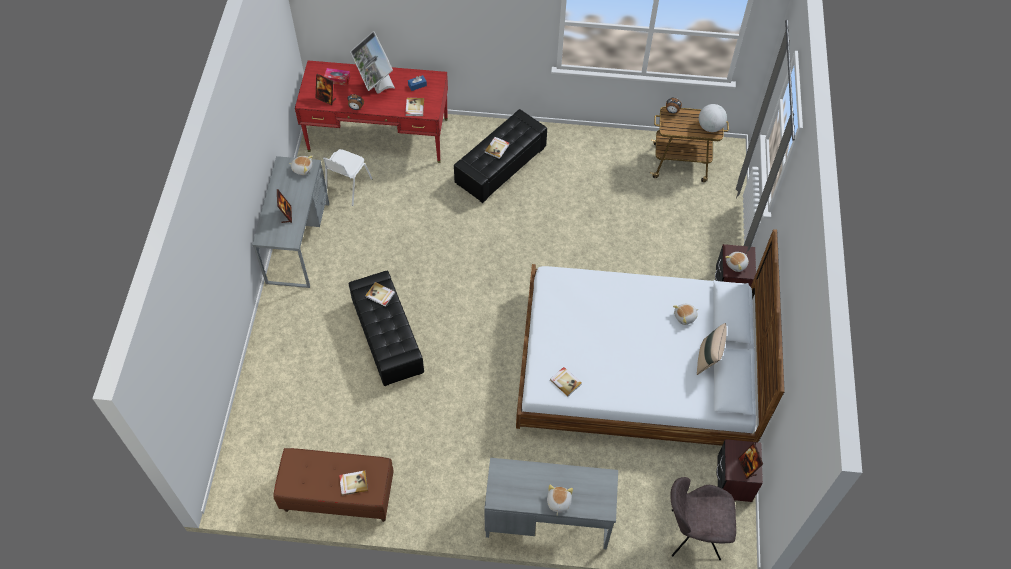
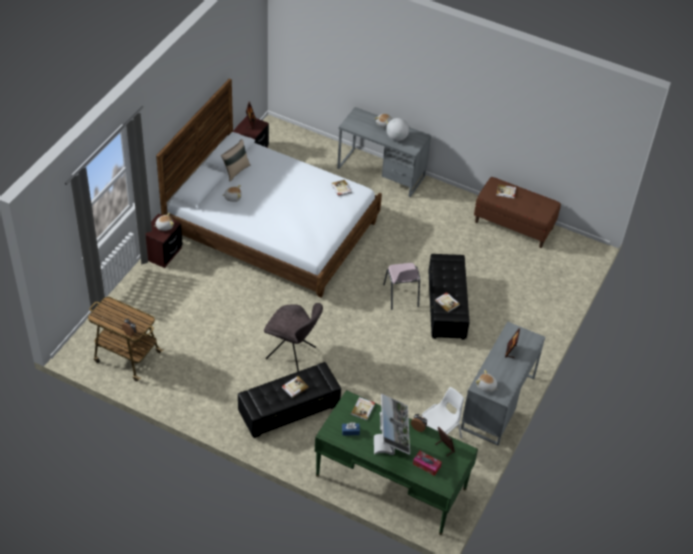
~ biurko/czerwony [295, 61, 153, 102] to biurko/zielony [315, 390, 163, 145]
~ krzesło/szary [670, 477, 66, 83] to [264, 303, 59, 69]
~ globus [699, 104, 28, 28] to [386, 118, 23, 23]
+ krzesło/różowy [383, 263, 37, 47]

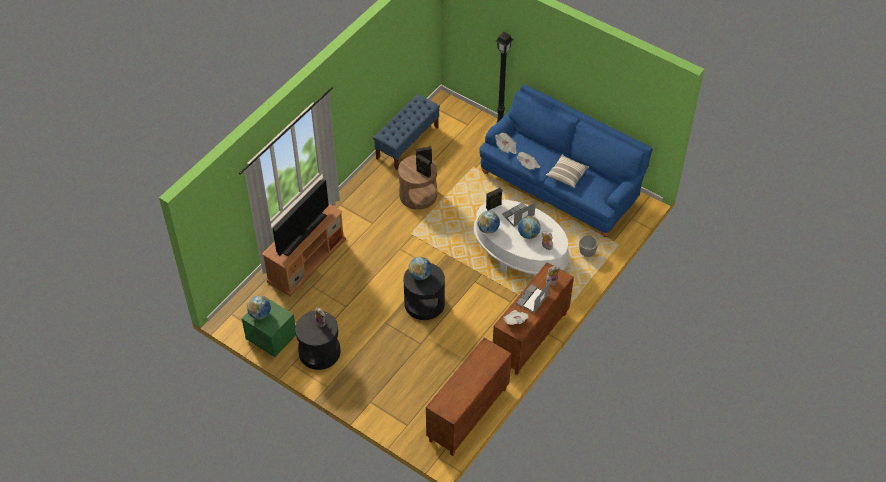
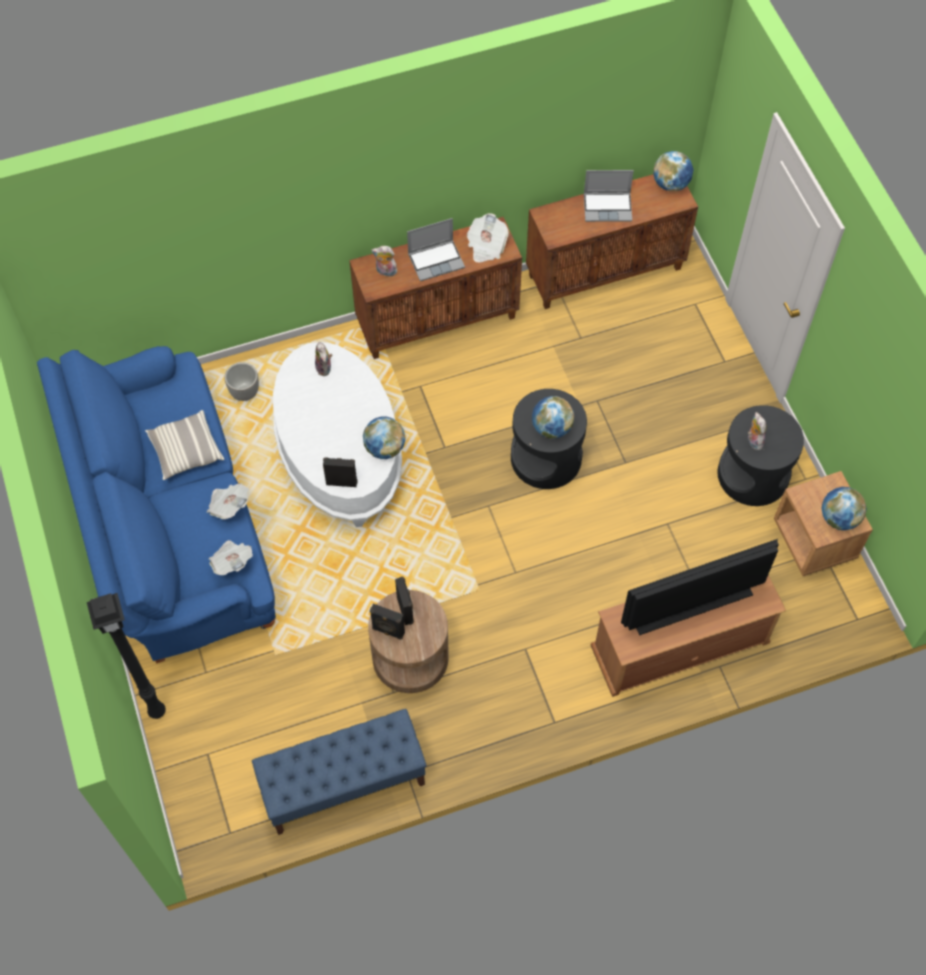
~ szafka nocna/zielony [241, 296, 55, 61] to szafka nocna/brązowy [774, 471, 99, 105]
~ laptop [502, 202, 34, 25] to [584, 170, 50, 52]
~ globus [518, 216, 23, 23] to [653, 151, 41, 40]

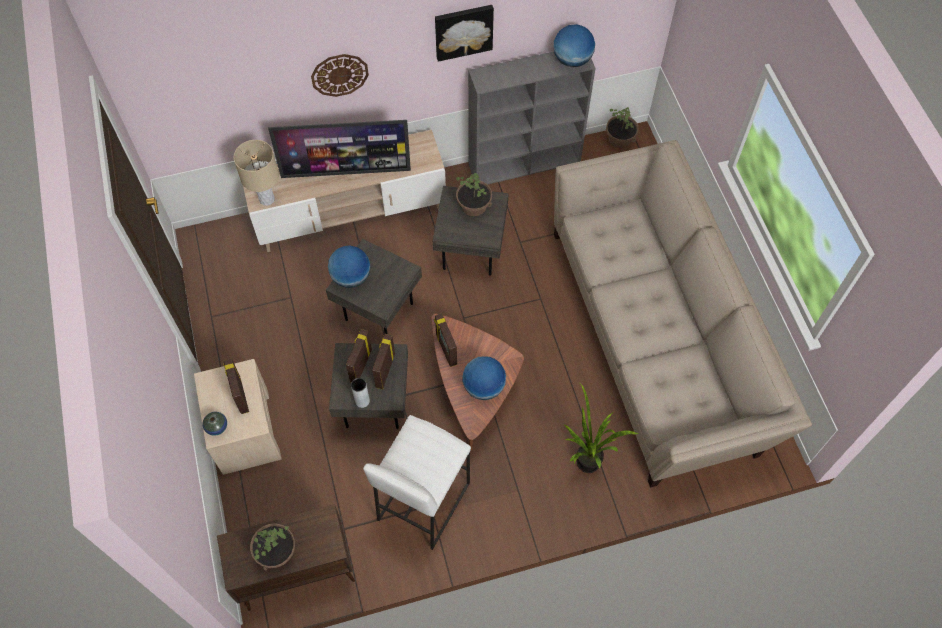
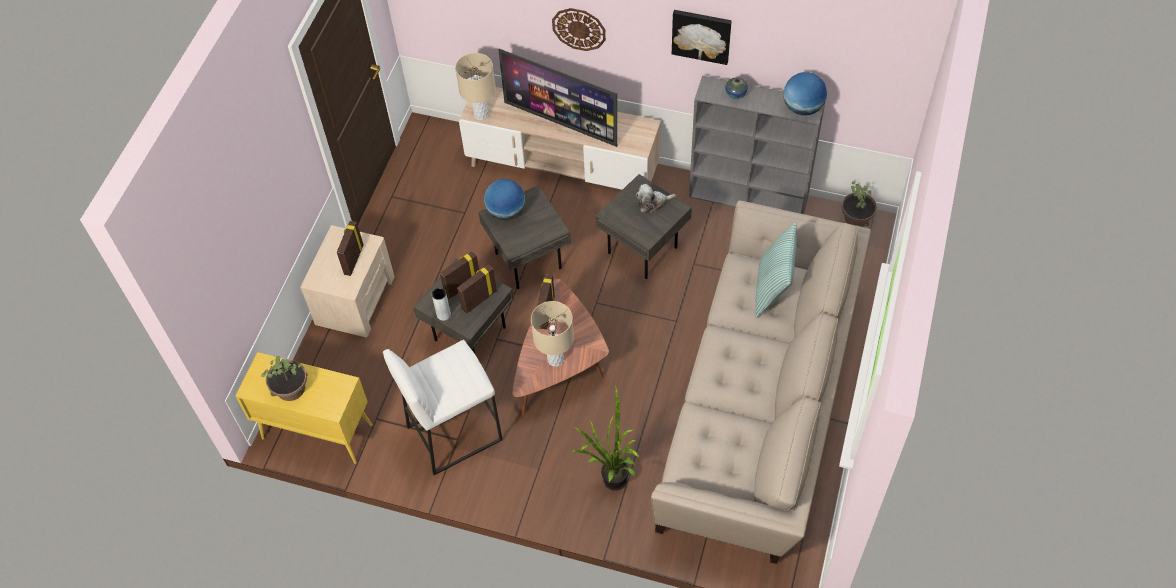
~ wazon [203, 412, 24, 24] to [725, 77, 23, 22]
~ szafka/brązowy [217, 504, 138, 107] to szafka/żółty [236, 352, 137, 112]
~ roślina doniczkowa [456, 173, 36, 43] to pluszak [636, 184, 40, 29]
~ globus [462, 357, 44, 43] to lampa stołowa/beżowy [531, 301, 43, 66]
+ poduszka [756, 222, 41, 96]

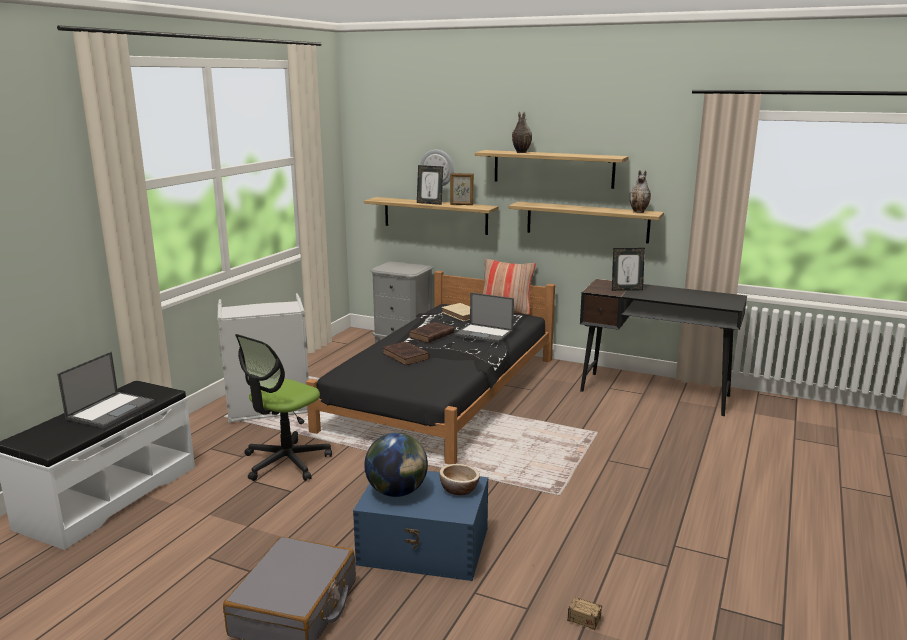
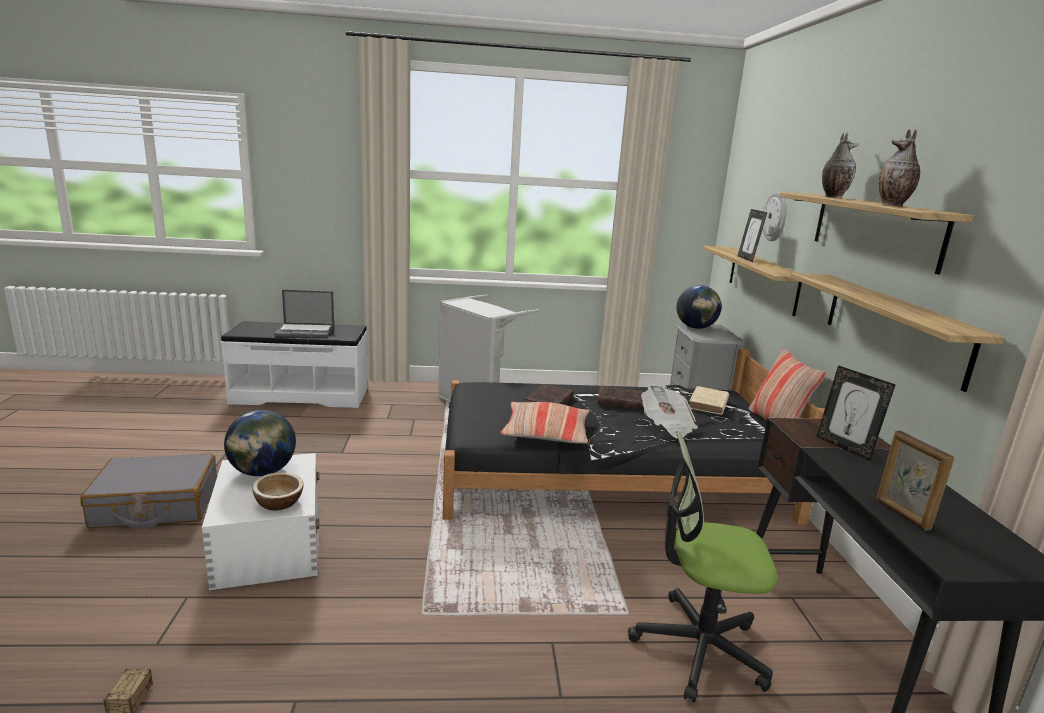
~ krzesło biurowe [235, 334, 97, 147] to [628, 431, 150, 272]
~ pojemnik do przechowywania/niebieski [353, 471, 135, 110] to pojemnik do przechowywania/biały [202, 453, 117, 137]
~ ramka na zdjęcie [450, 173, 24, 32] to [876, 431, 78, 100]
~ laptop [455, 292, 59, 51] to gazeta [641, 384, 57, 55]
~ wazon [629, 170, 22, 43] to [879, 129, 41, 78]
+ poduszka [500, 402, 90, 42]
+ globus [676, 285, 46, 44]

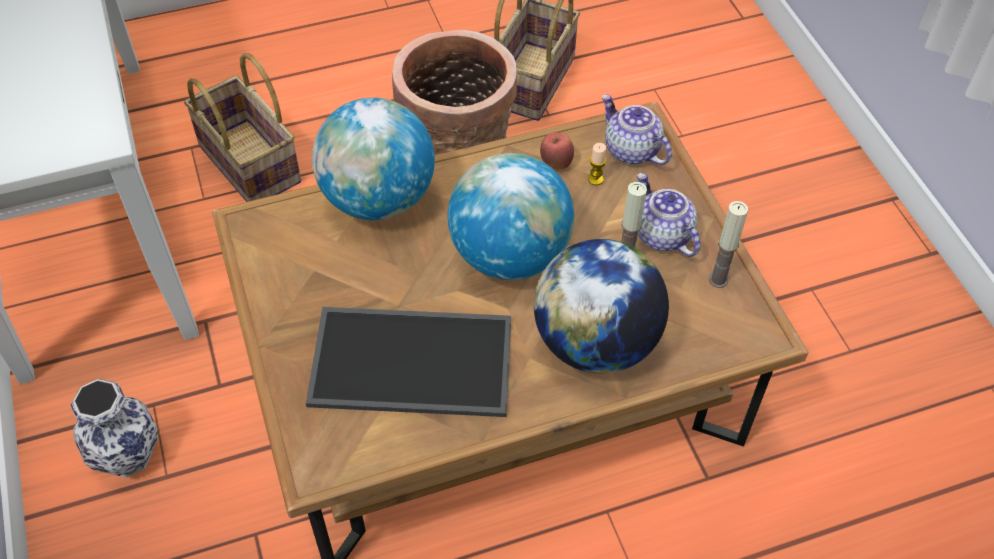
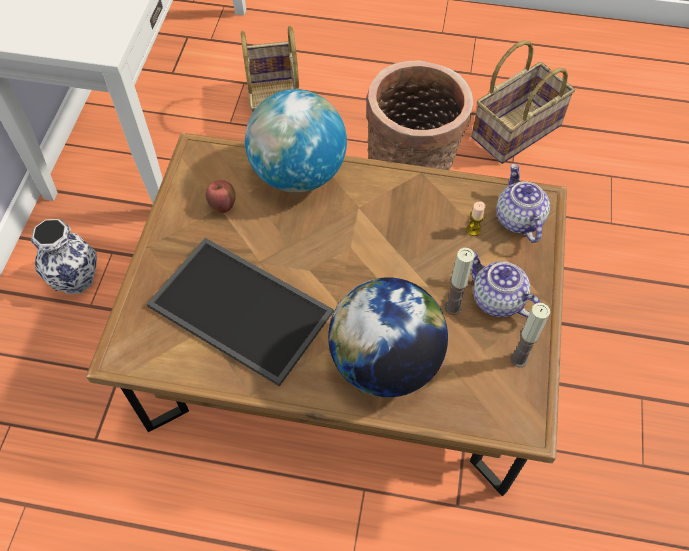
- globus [448, 153, 126, 127]
~ jabłko [540, 132, 34, 38] to [206, 180, 30, 33]
~ imbryk [637, 173, 64, 84] = [471, 251, 70, 67] 45 degrees counterclockwise

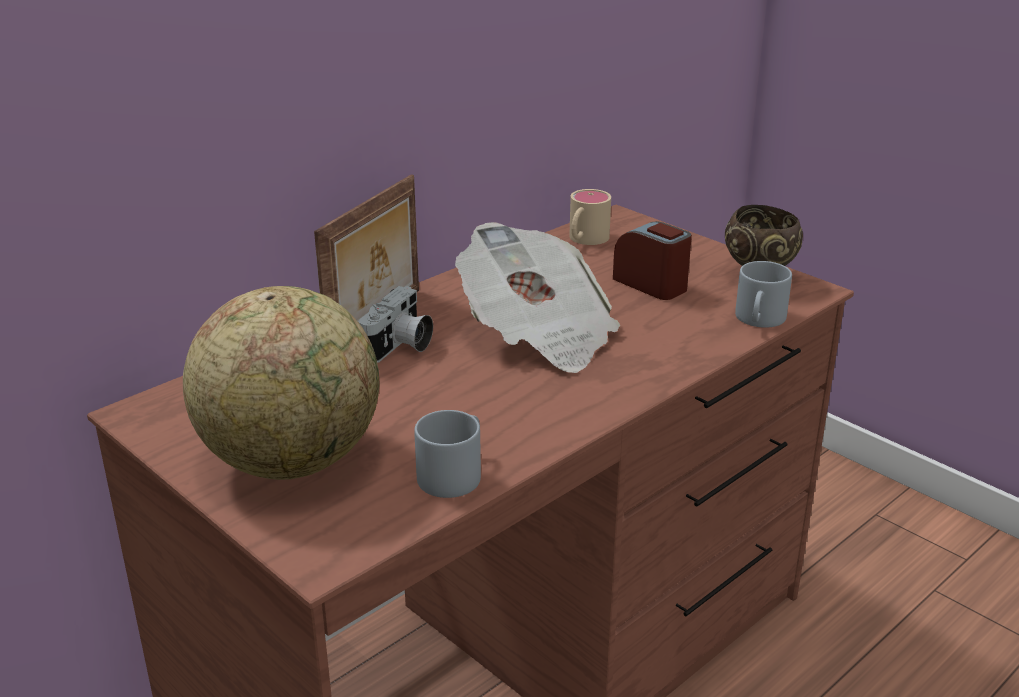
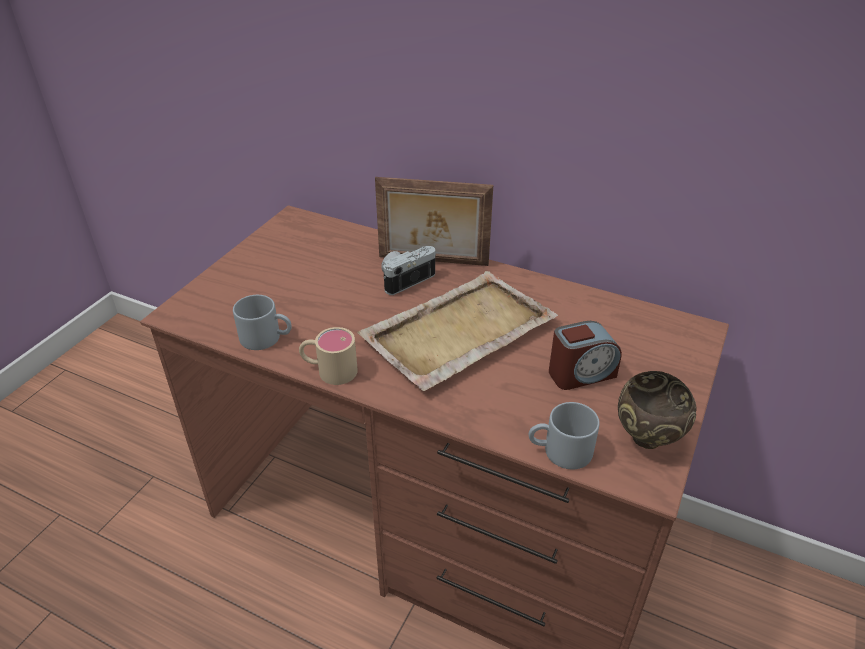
- globus [183, 286, 196, 194]
~ aparat fotograficzny [359, 286, 74, 77] = [381, 246, 55, 49] 135 degrees clockwise
~ gazeta [455, 222, 165, 151] to taca/beżowy [357, 271, 201, 120]
~ kubek/beżowy [569, 189, 42, 56] to [299, 327, 59, 58]
~ budzik [613, 221, 79, 79] = [549, 321, 73, 69] 45 degrees clockwise

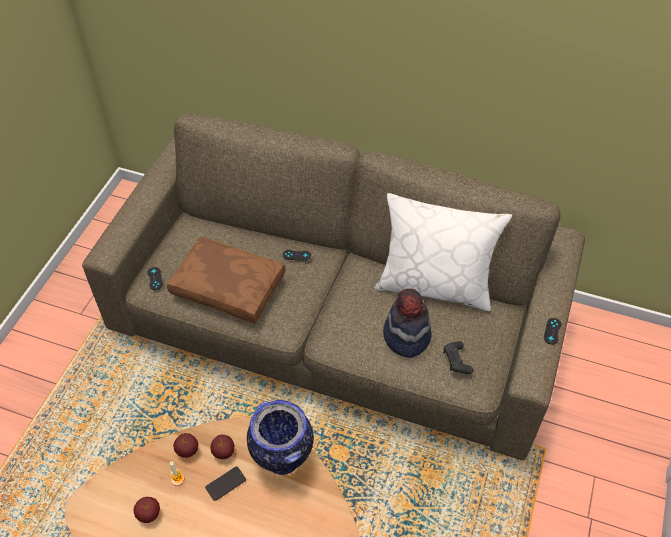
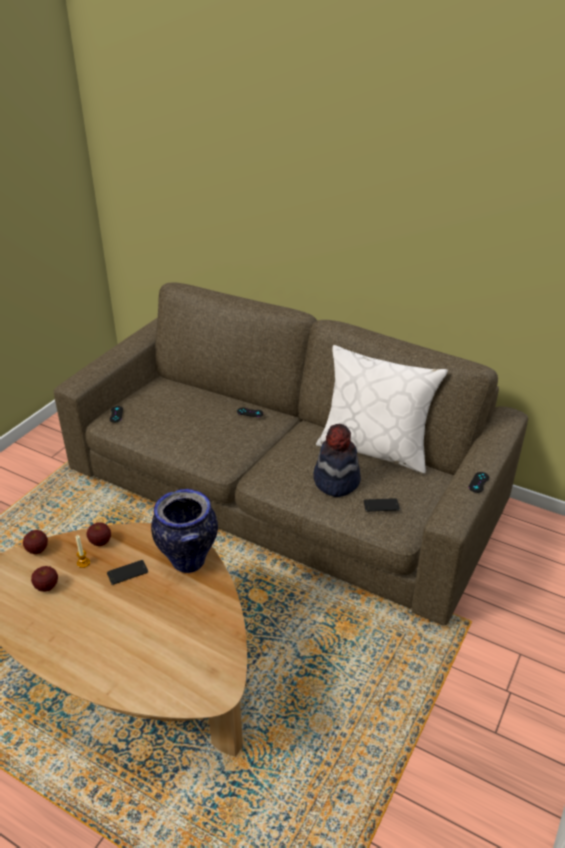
- poduszka/brązowy [167, 236, 119, 87]
~ jabłko [210, 435, 25, 24] to [23, 530, 25, 24]
~ pad do gier/czarny [443, 341, 31, 33] to telefon [364, 498, 36, 14]

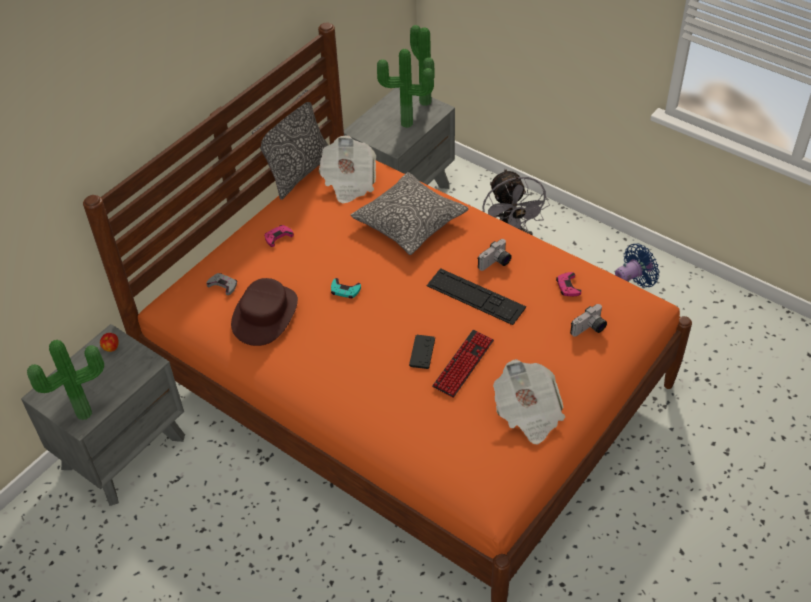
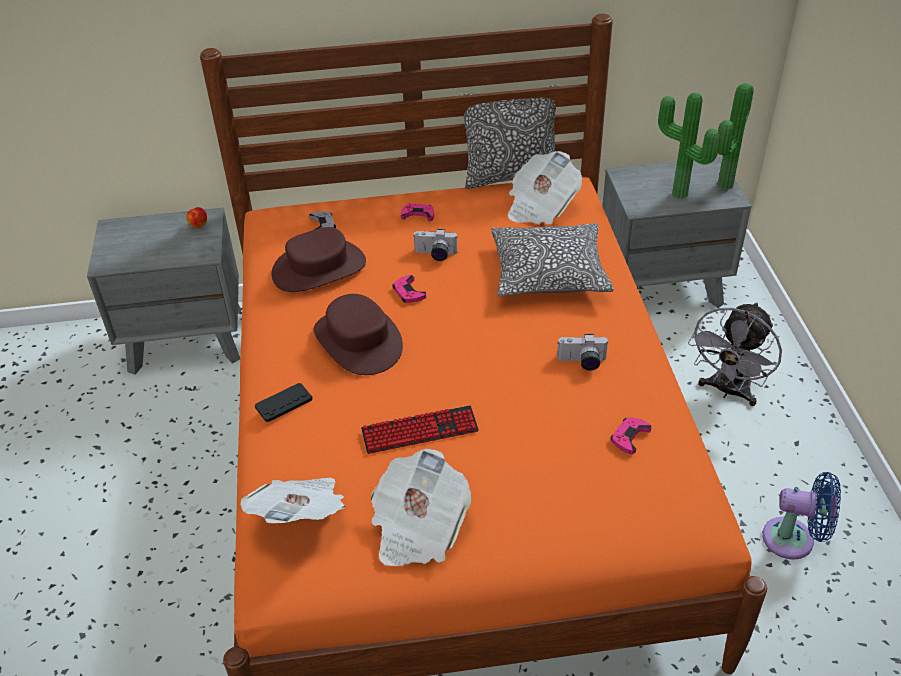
- roślina doniczkowa [27, 340, 77, 80]
~ pad do gier/turkusowy [331, 278, 30, 21] to pad do gier/różowy [392, 275, 34, 28]
~ pad do gier/czarny [409, 335, 26, 34] to [255, 383, 58, 39]
- klawiatura [427, 268, 99, 57]
~ aparat fotograficzny [570, 304, 37, 32] to [413, 229, 45, 32]
+ gazeta [240, 477, 105, 46]
+ kapelusz/brązowy [314, 294, 89, 81]

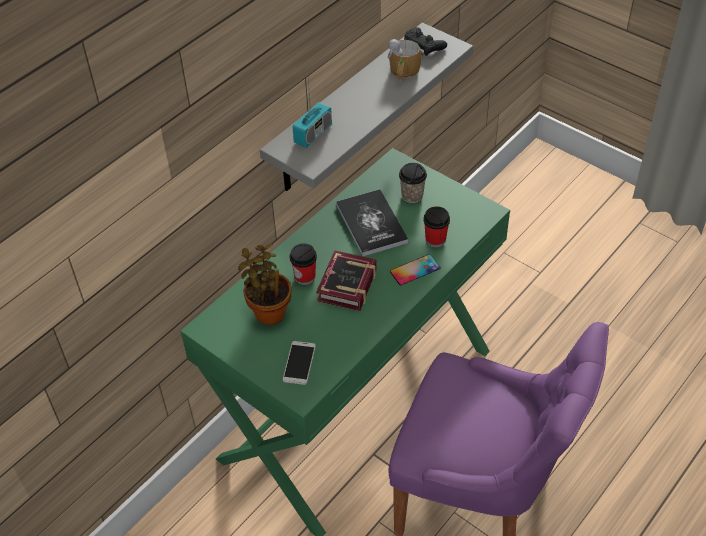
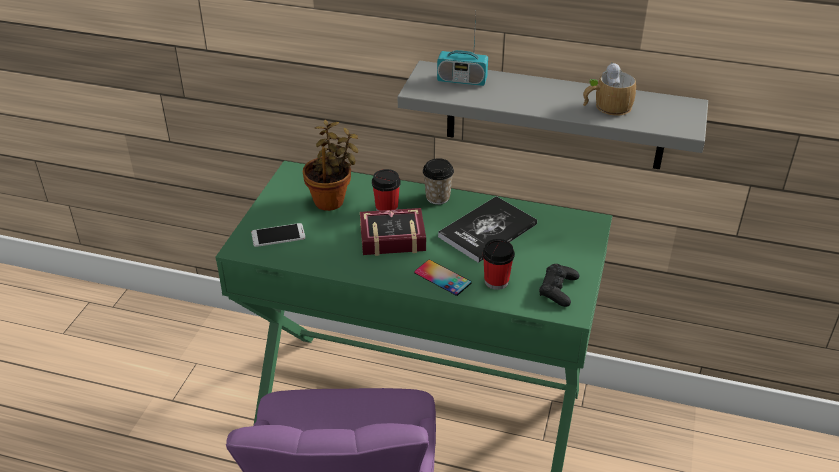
~ filiżanka [399, 163, 28, 40] to [423, 158, 31, 47]
~ pad do gier/czarny [404, 27, 43, 29] to [539, 264, 40, 43]

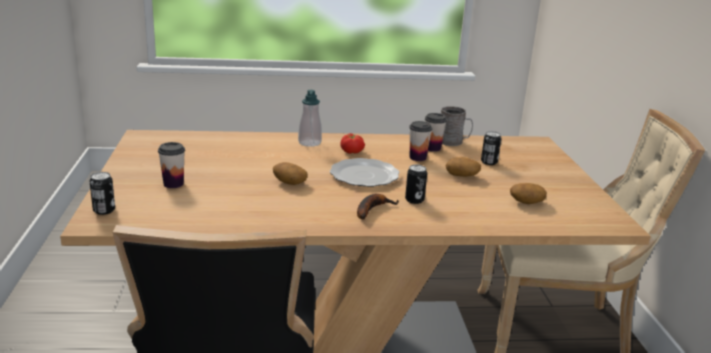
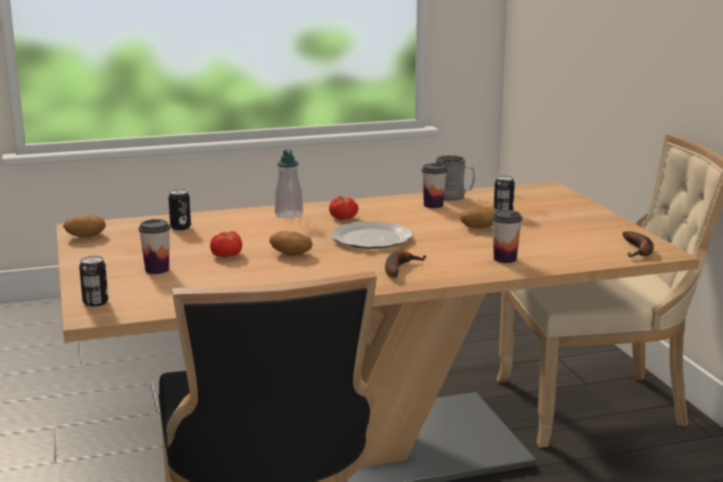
~ puszka [405, 165, 22, 39] to [168, 189, 23, 41]
~ filiżanka [409, 121, 23, 40] to [492, 210, 30, 53]
~ ziemniak [510, 183, 37, 21] to [63, 215, 43, 23]
+ pomidor [210, 231, 32, 27]
+ banan [623, 231, 31, 26]

